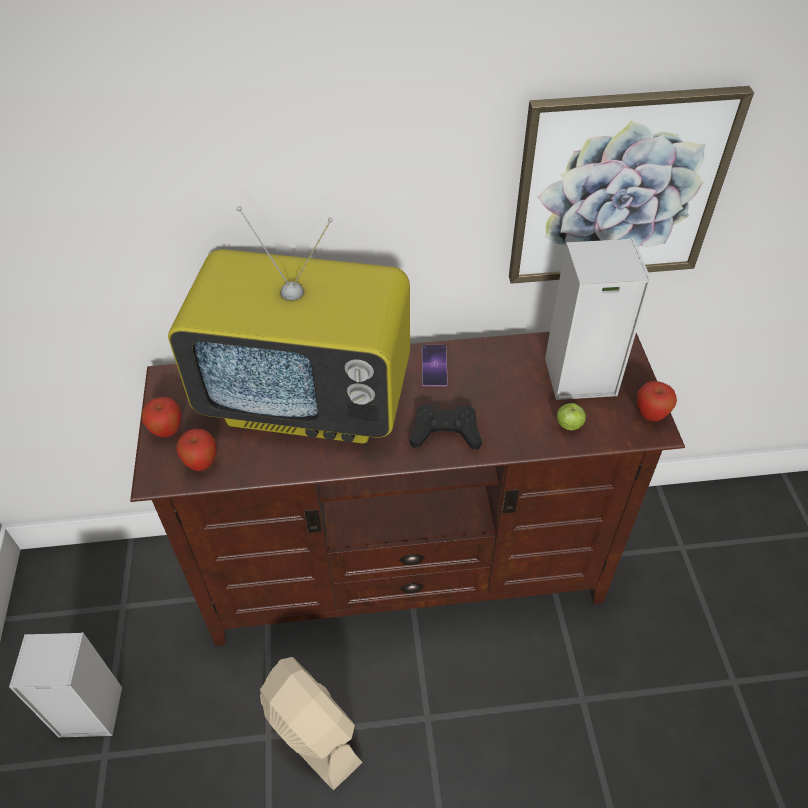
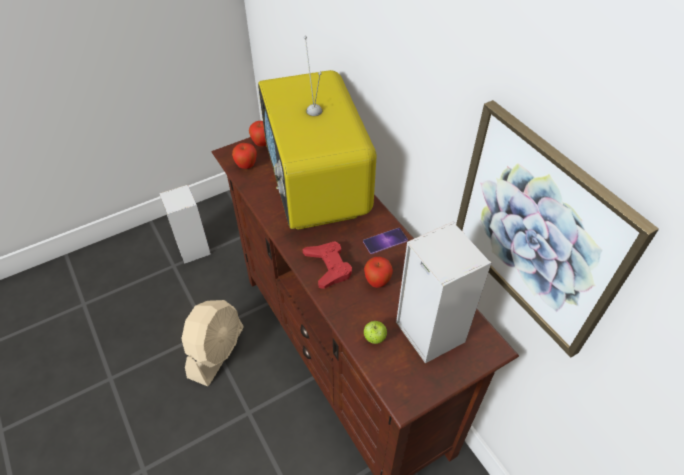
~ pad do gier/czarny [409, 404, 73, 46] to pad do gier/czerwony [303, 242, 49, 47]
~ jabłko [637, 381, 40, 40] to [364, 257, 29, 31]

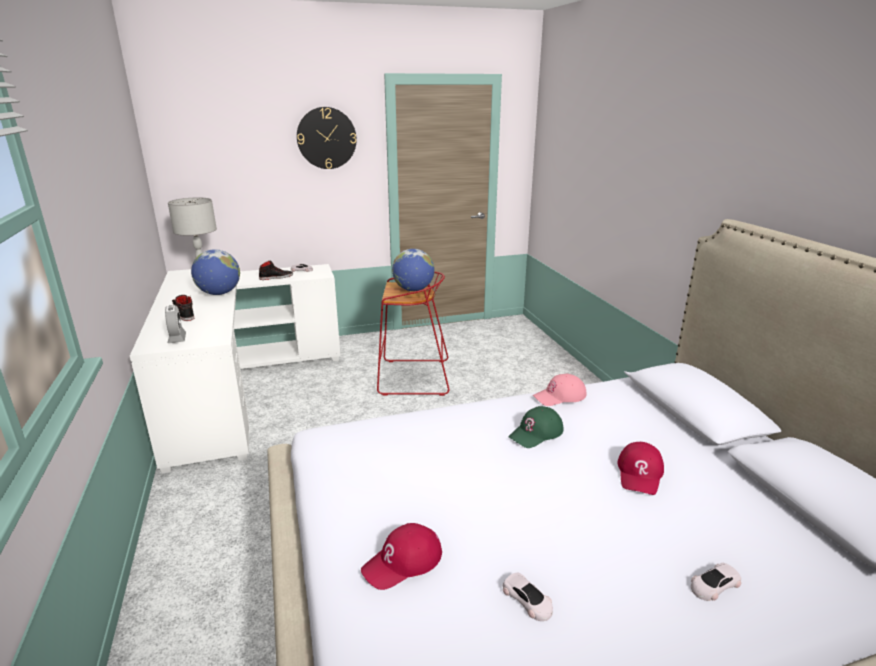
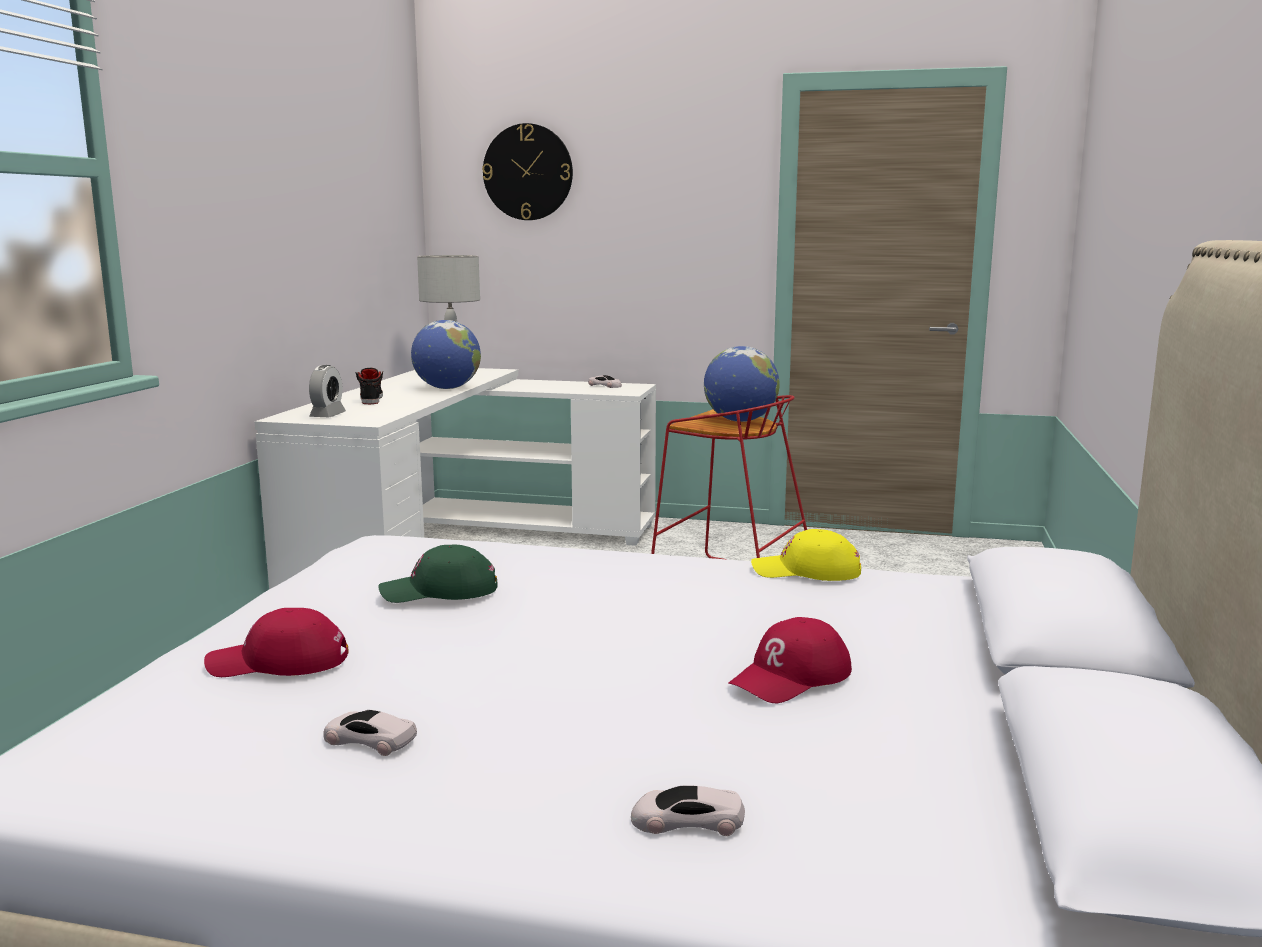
- but/czarny [259, 261, 34, 19]
~ zegar ścienny [297, 107, 60, 62] to [482, 123, 91, 97]
~ samochodzik/biały [503, 572, 50, 49] = [323, 710, 94, 46] 120 degrees clockwise
~ czapka z daszkiem/zielony [509, 406, 54, 42] to [378, 545, 120, 58]
~ czapka z daszkiem/różowy [533, 374, 54, 32] to czapka z daszkiem/żółty [751, 529, 110, 52]

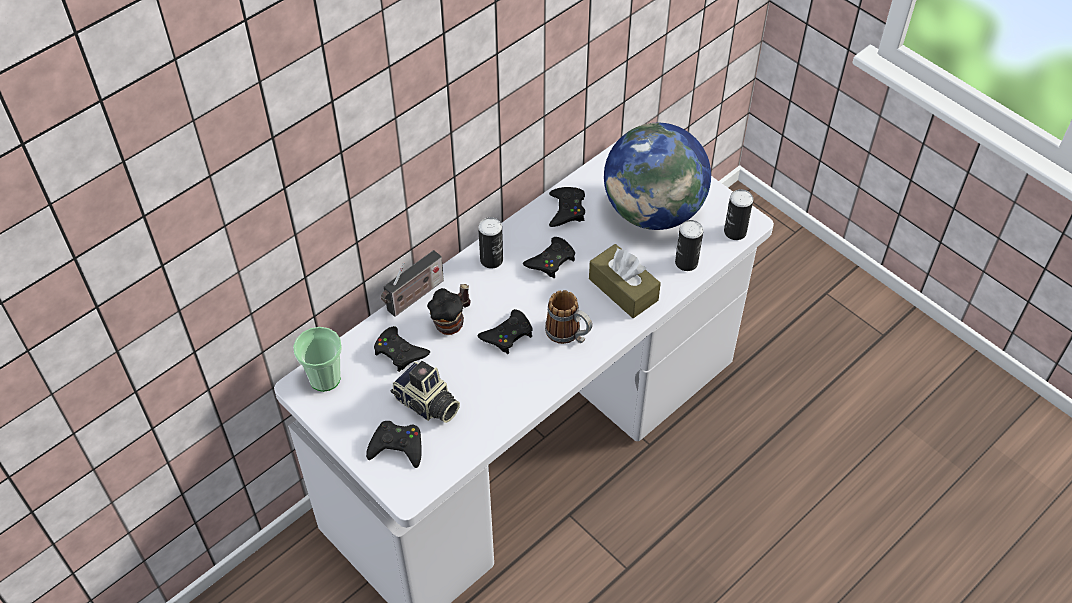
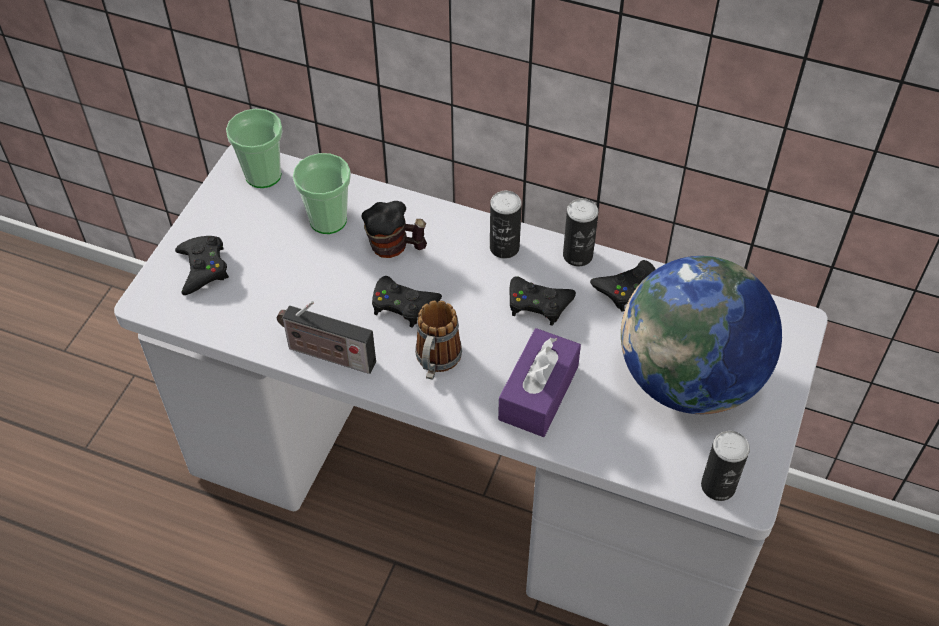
~ pad do gier/czarny [374, 326, 56, 46] to filiżanka [293, 153, 58, 81]
~ radio [381, 250, 63, 67] to [277, 301, 99, 73]
- aparat fotograficzny [391, 361, 69, 62]
~ pudełko chusteczek/brązowy [589, 244, 72, 74] to pudełko chusteczek/fioletowy [498, 328, 83, 109]
~ puszka [675, 220, 28, 51] to [563, 198, 35, 68]

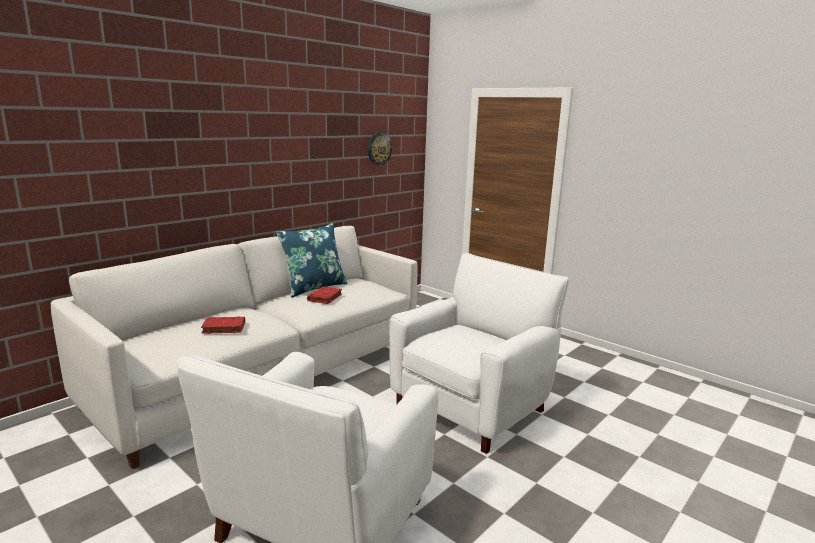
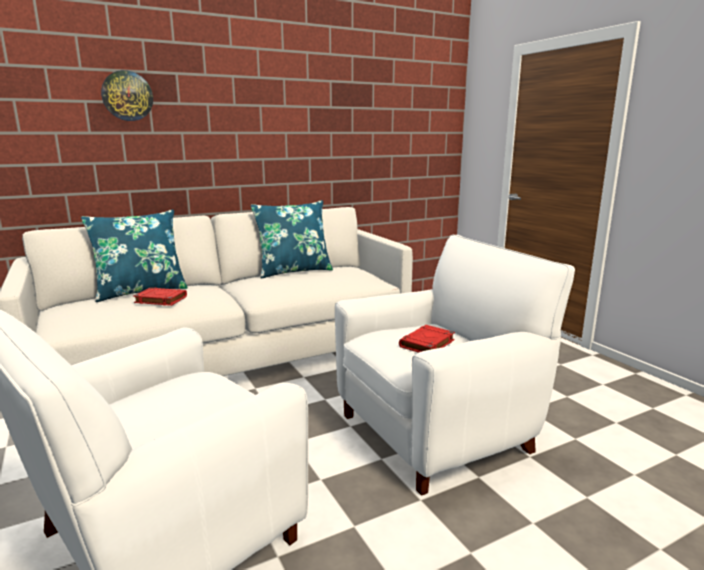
~ książka/czerwony [307, 286, 35, 18] to [399, 325, 56, 28]
~ zegar ścienny [367, 132, 25, 33] to [101, 70, 52, 51]
+ poduszka/niebieski [81, 210, 107, 92]

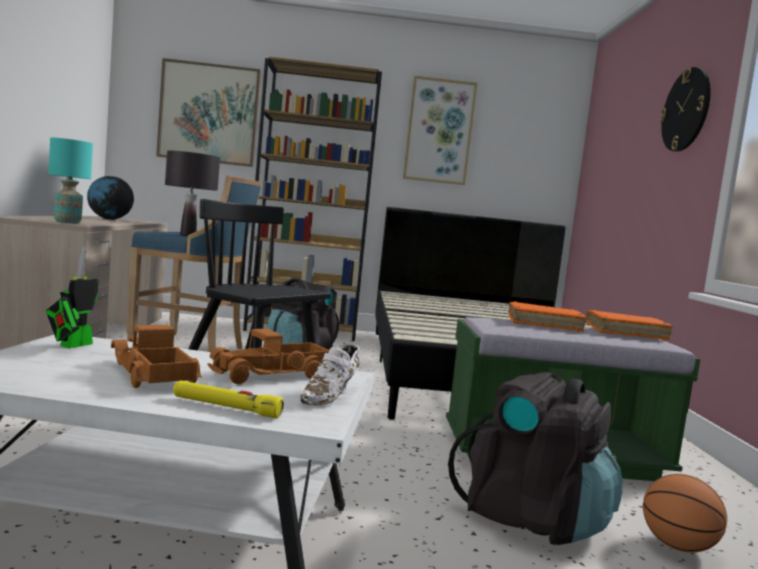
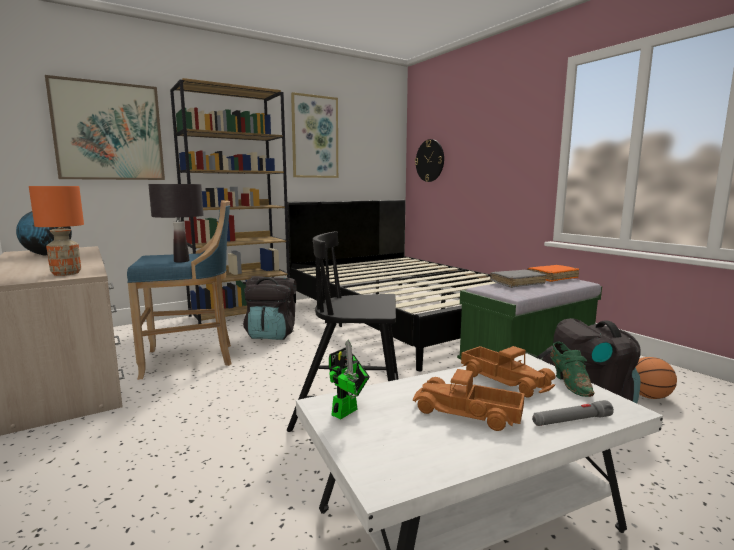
~ robot zabawkowy [46, 246, 52, 102] = [329, 340, 41, 79] 135 degrees counterclockwise
~ lampa stołowa/turkusowy [49, 137, 44, 86] to lampa stołowa/pomarańczowy [29, 186, 55, 90]
~ latarka/żółty [173, 380, 111, 38] to latarka/szary [532, 400, 82, 26]
~ ciężarówka zabawkowa [208, 329, 121, 55] = [461, 346, 94, 52] 60 degrees counterclockwise
~ but/biały [300, 344, 60, 62] to but/zielony [550, 341, 45, 56]
~ książka/pomarańczowy [508, 301, 79, 30] to książka/szary [490, 270, 56, 18]
~ zegar ścienny [660, 67, 51, 85] to [415, 139, 29, 43]

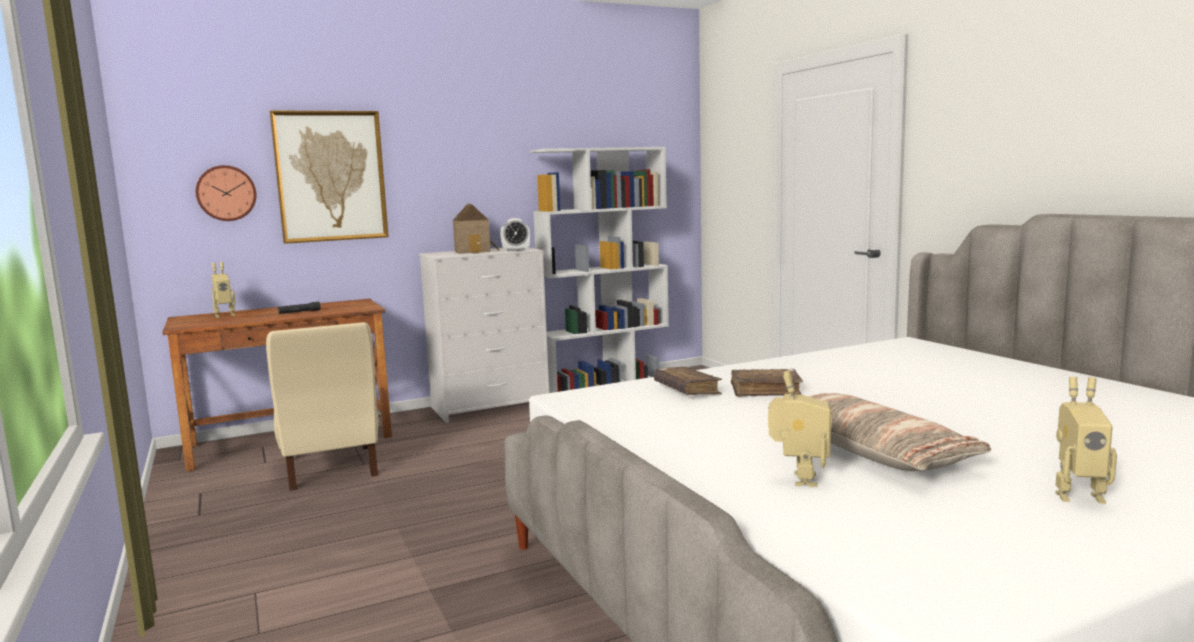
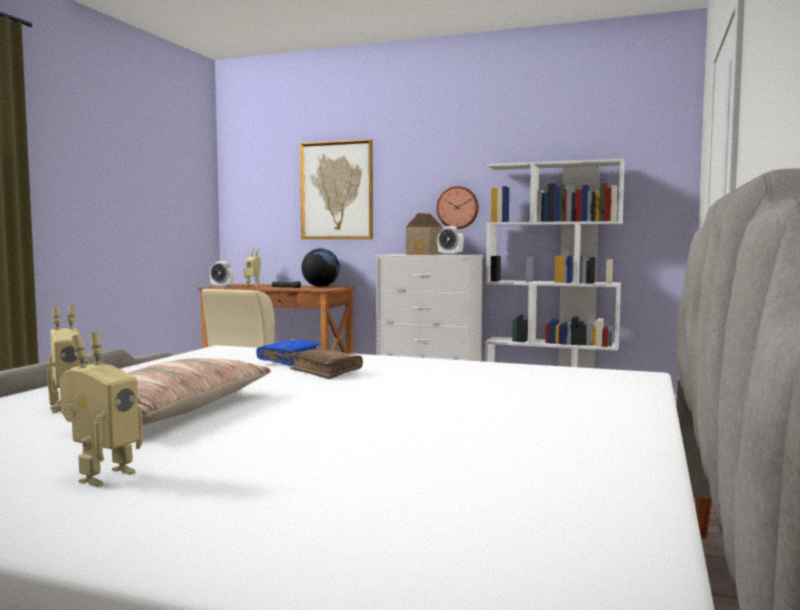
~ zegar ścienny [196, 165, 60, 56] to [436, 186, 43, 43]
~ książka/brązowy [654, 367, 68, 28] to książka/niebieski [256, 339, 65, 27]
~ robot zabawkowy [1055, 377, 62, 127] = [59, 332, 84, 155] 120 degrees counterclockwise
+ budzik [210, 261, 24, 26]
+ globus [301, 249, 39, 38]

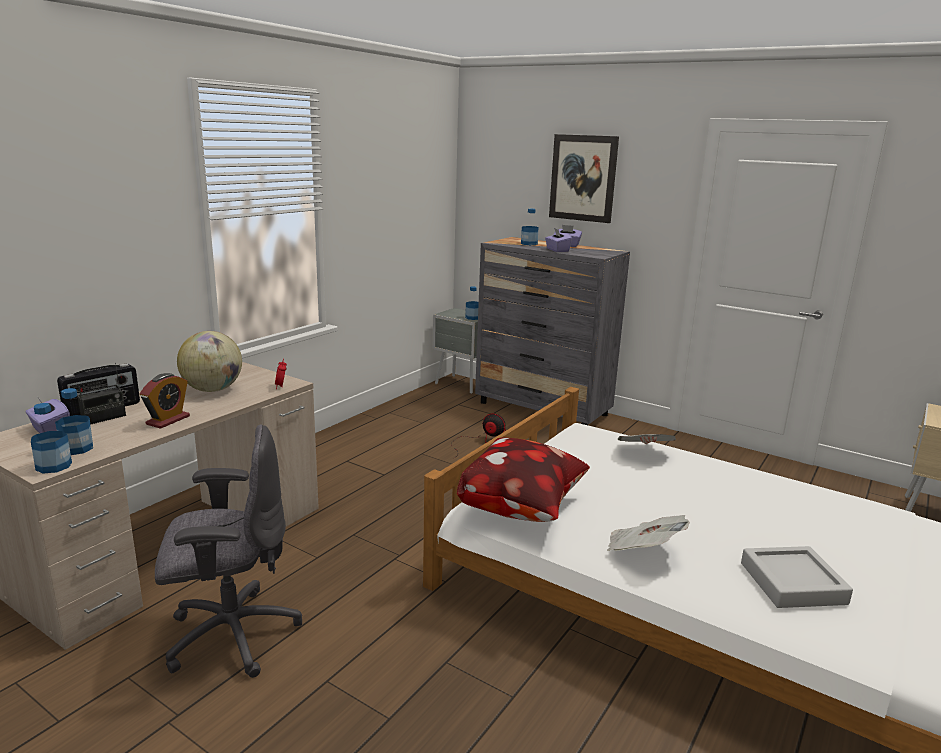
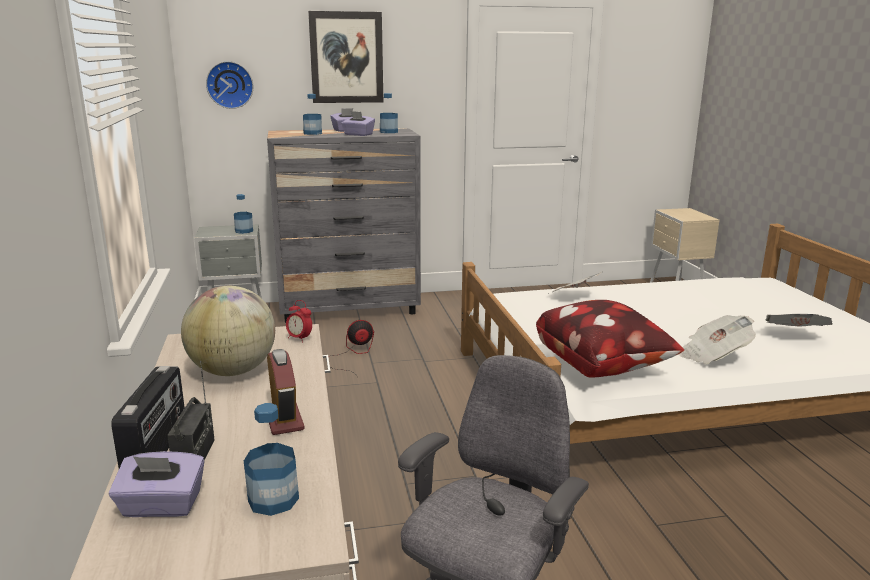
~ butelka [31, 403, 41, 71] to [380, 93, 18, 40]
~ taca/szary [741, 546, 112, 62] to gazeta [765, 314, 68, 12]
+ zegar ścienny [206, 61, 47, 48]

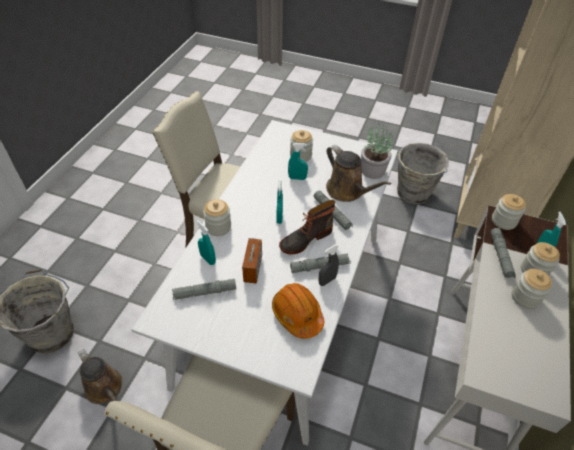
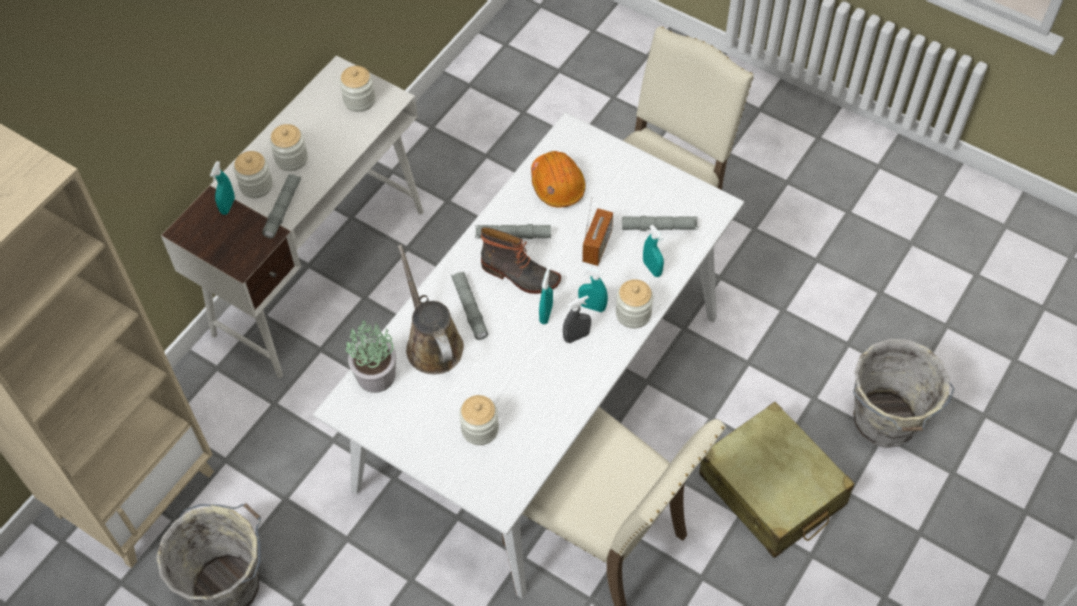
- konewka/brązowy [78, 349, 44, 55]
~ but z cholewką [279, 200, 56, 55] = [481, 227, 80, 67] 45 degrees clockwise
~ spryskiwacz/turkusowy [288, 143, 20, 37] to [578, 266, 30, 46]
~ spryskiwacz/szary [319, 244, 20, 42] to [563, 295, 28, 48]
~ słoik [492, 194, 34, 36] to [339, 66, 36, 46]
+ walizka/beżowy [699, 402, 156, 156]

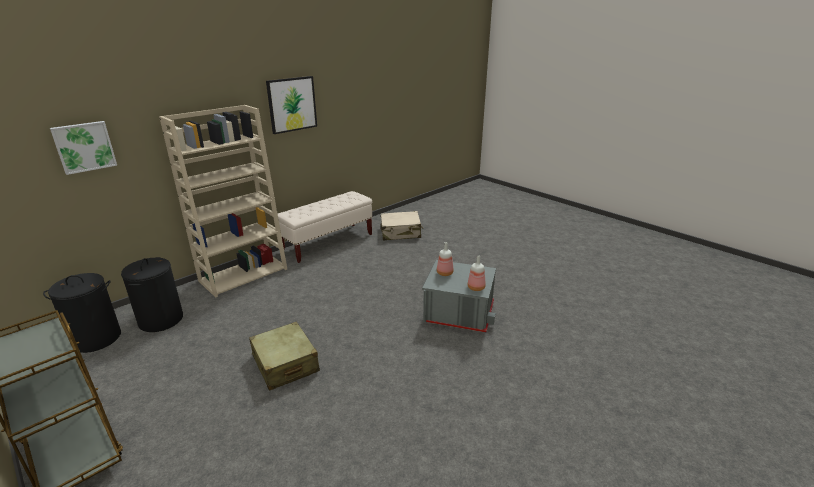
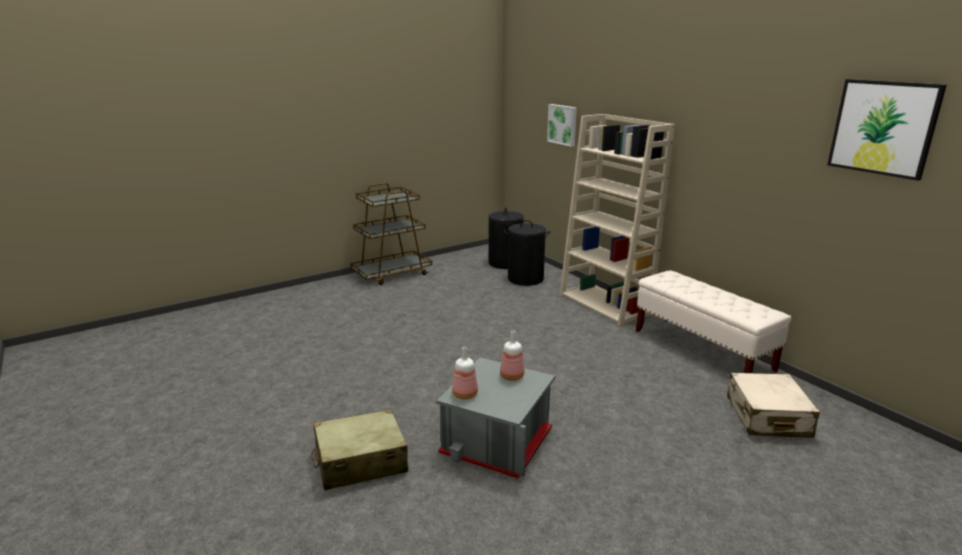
~ walizka/beżowy [249, 322, 71, 69] to [311, 409, 97, 81]
~ obraz [266, 76, 51, 58] to [827, 79, 120, 102]

